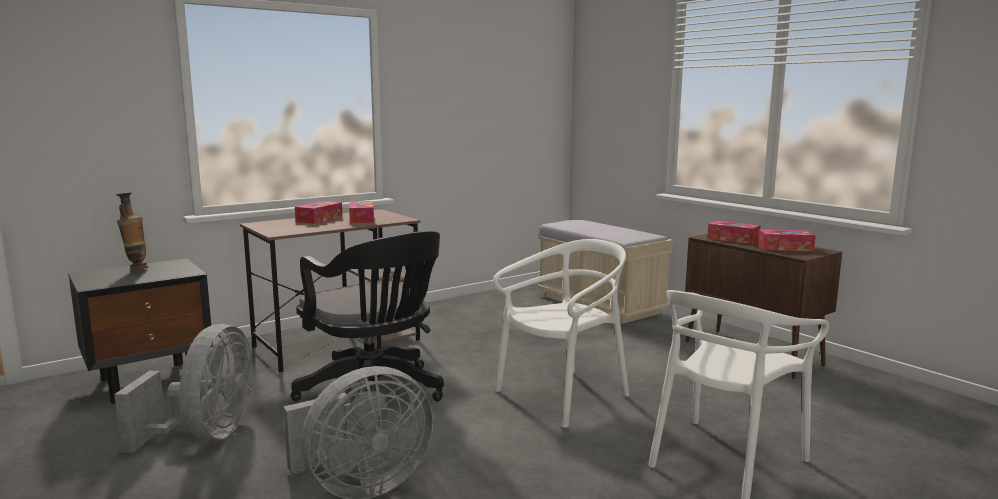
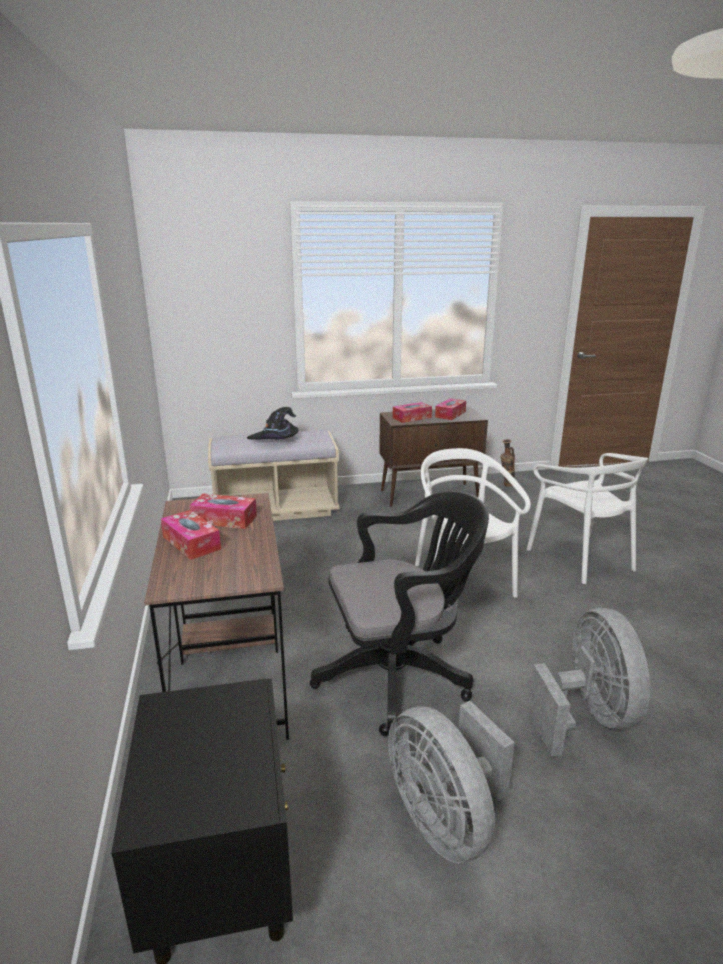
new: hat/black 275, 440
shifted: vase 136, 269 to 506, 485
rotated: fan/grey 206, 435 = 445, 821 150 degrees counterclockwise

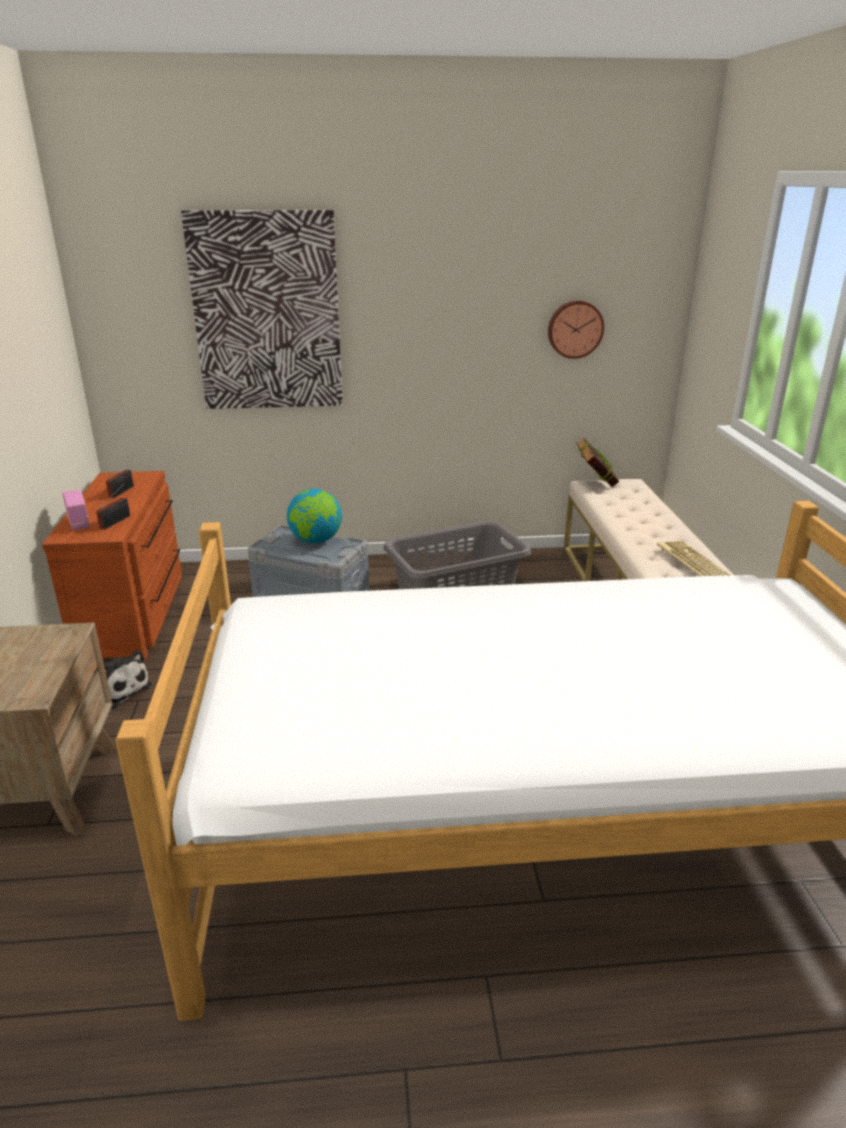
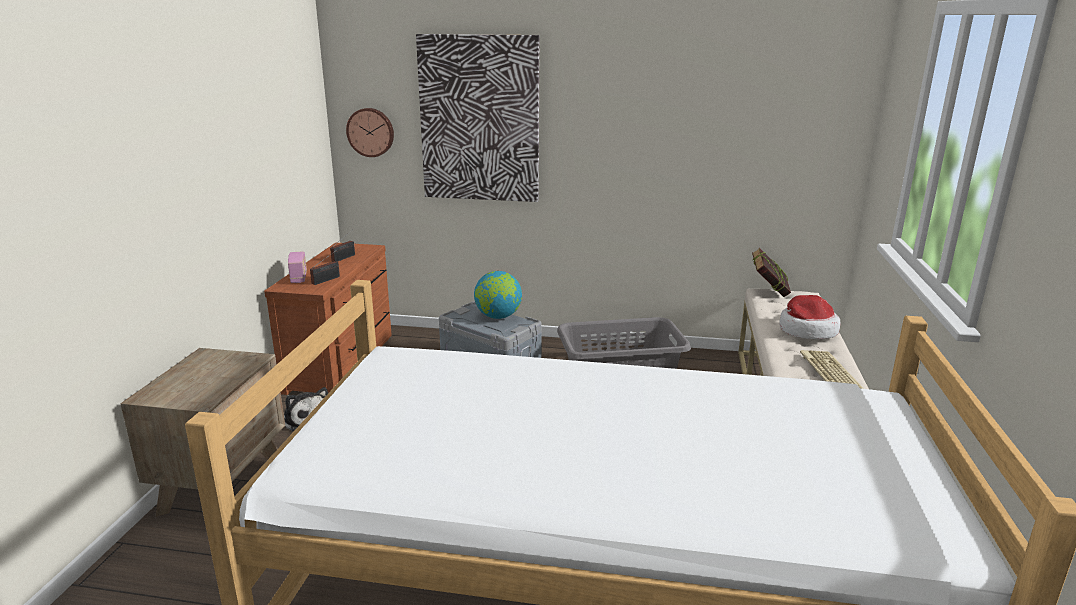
new: hat 806, 330
shifted: wall clock 575, 329 to 371, 132

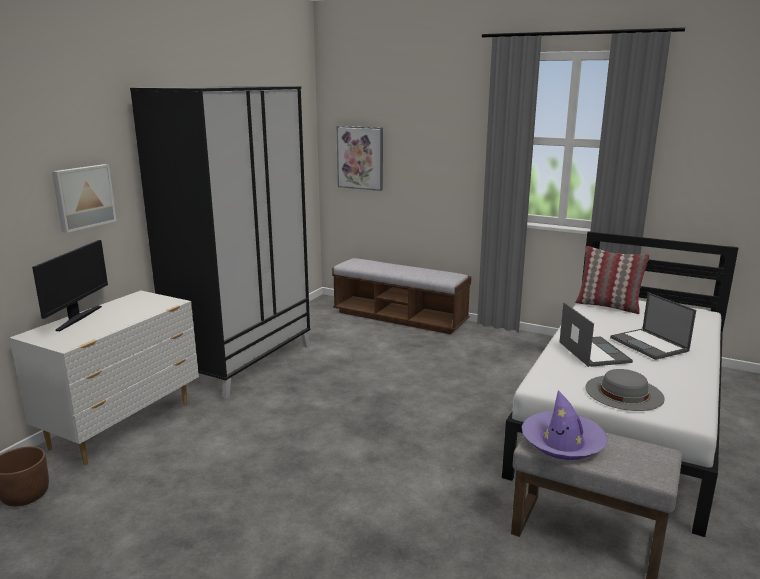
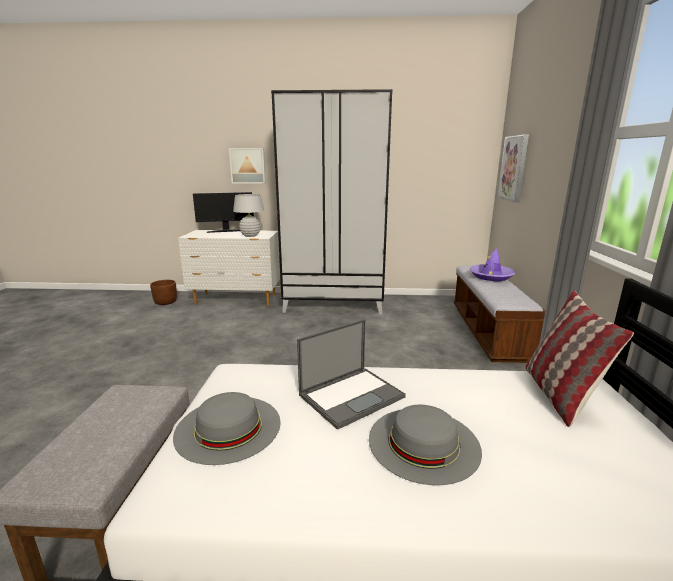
new: table lamp/white 250, 236
shifted: hat/purple 563, 443 to 491, 276
swapped: laptop 650, 345 to hat/grey 423, 442

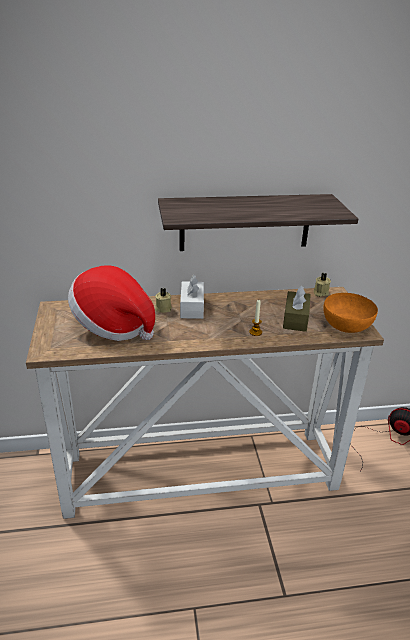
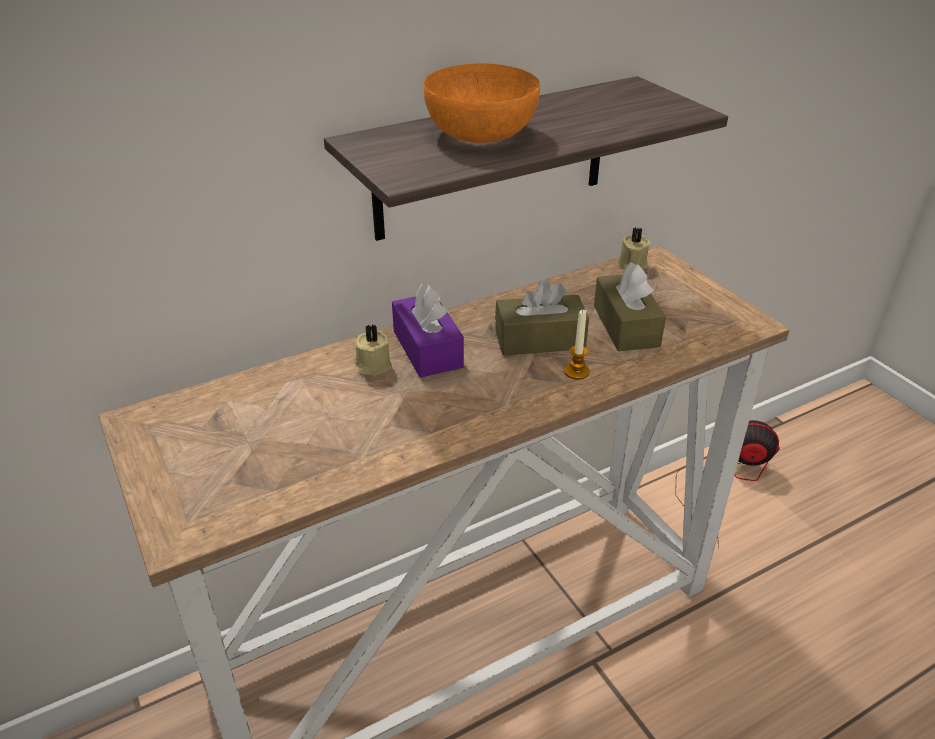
gone: hat 113, 325
new: tissue box/brown 539, 339
shifted: bowl/orange 347, 325 to 482, 133
repainted: tissue box/white 192, 307 to tissue box/purple 427, 349

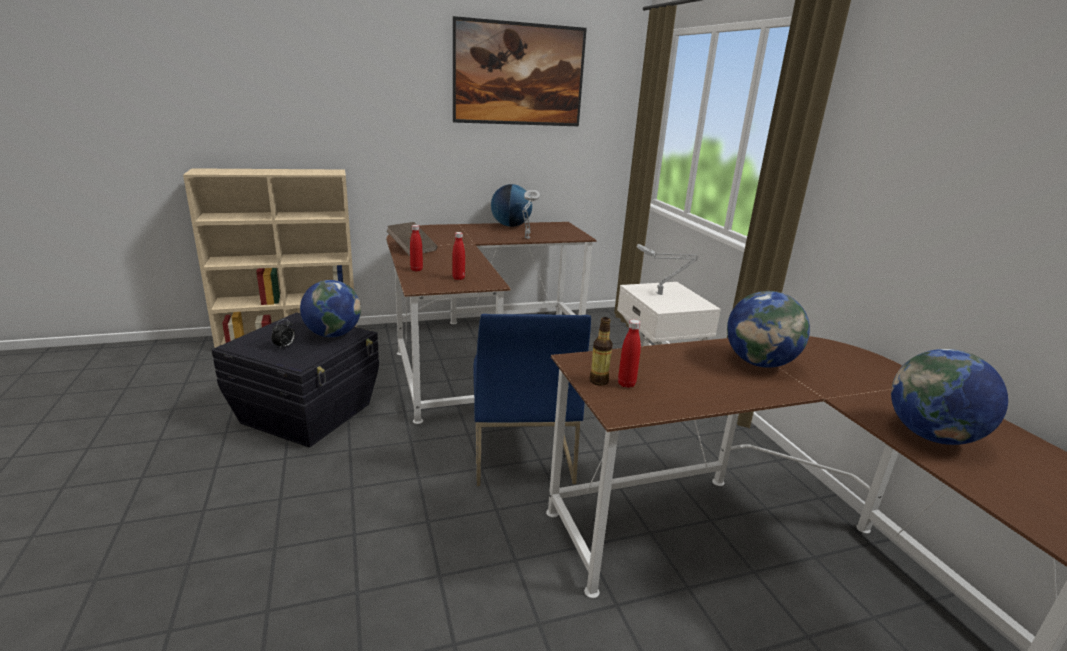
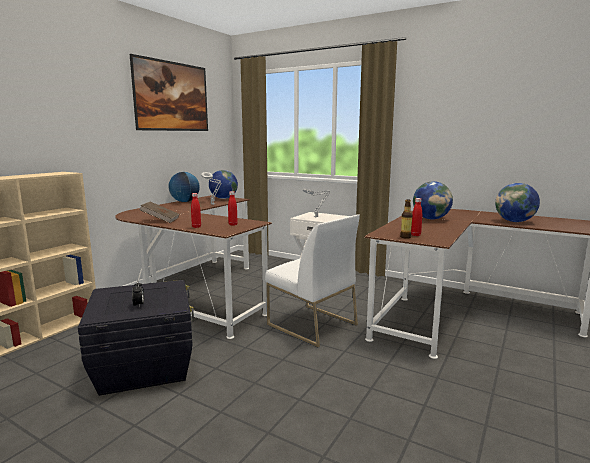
shifted: globe 333, 334 to 223, 198
repainted: chair/blue 521, 452 to chair/white 311, 325

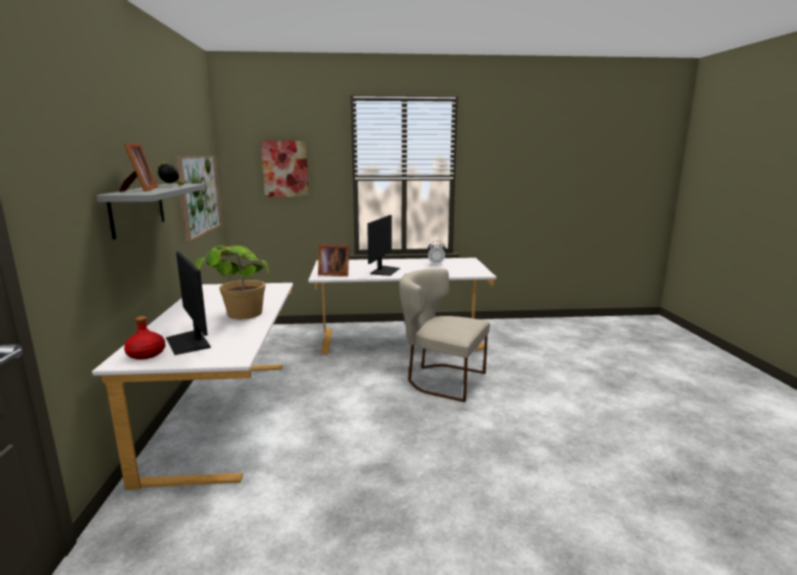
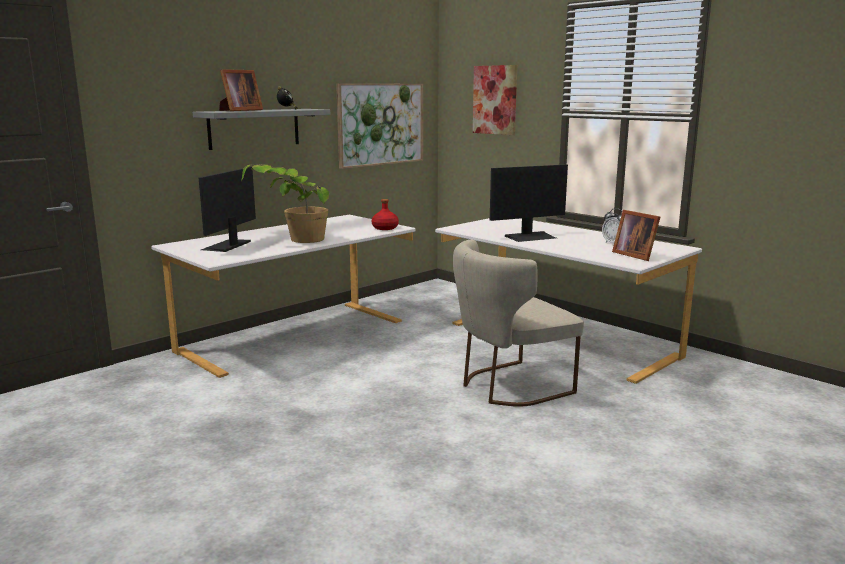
shifted: bottle/red 146, 354 to 385, 228; picture frame 333, 274 to 634, 255
rotated: chair/beige 441, 379 = 508, 386 105 degrees counterclockwise

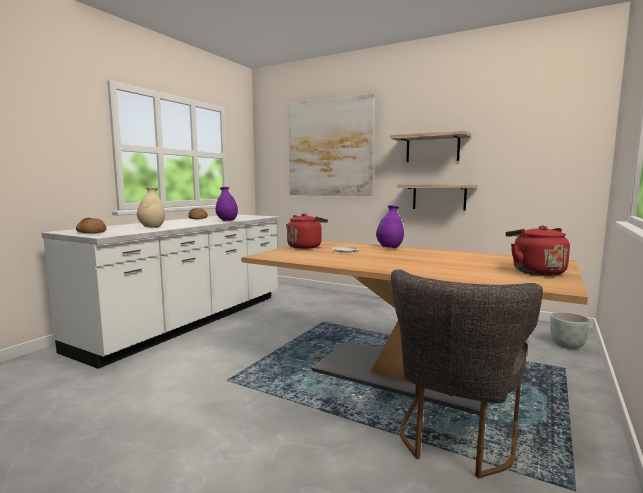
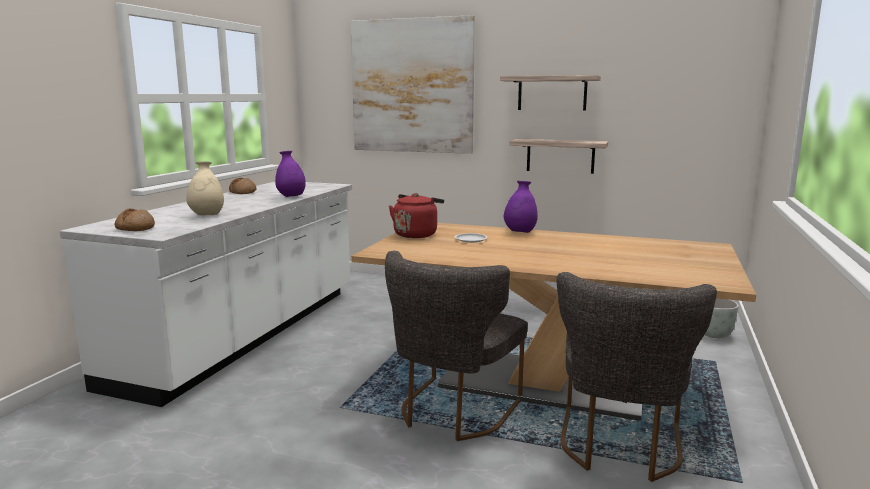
gone: kettle/red 535, 271
new: chair/grey 453, 412

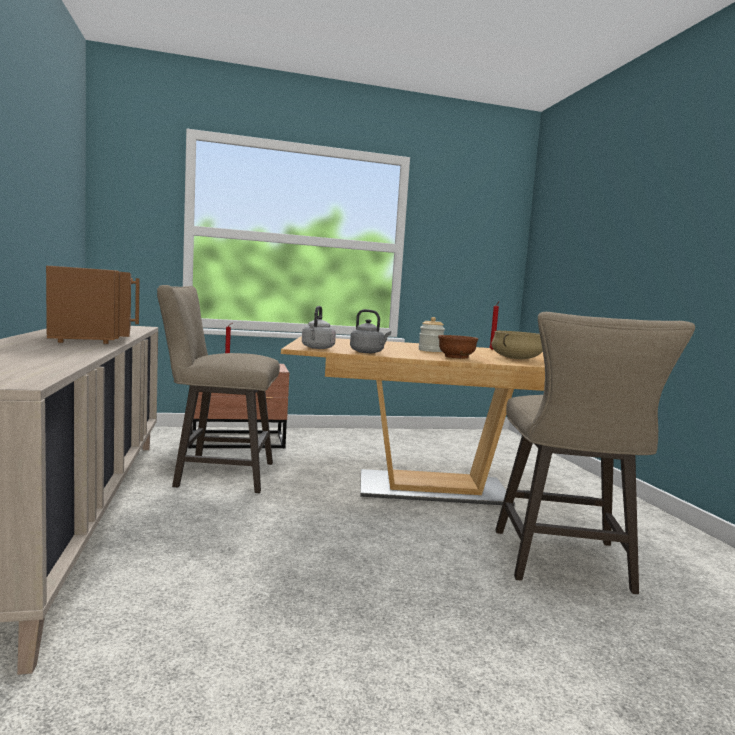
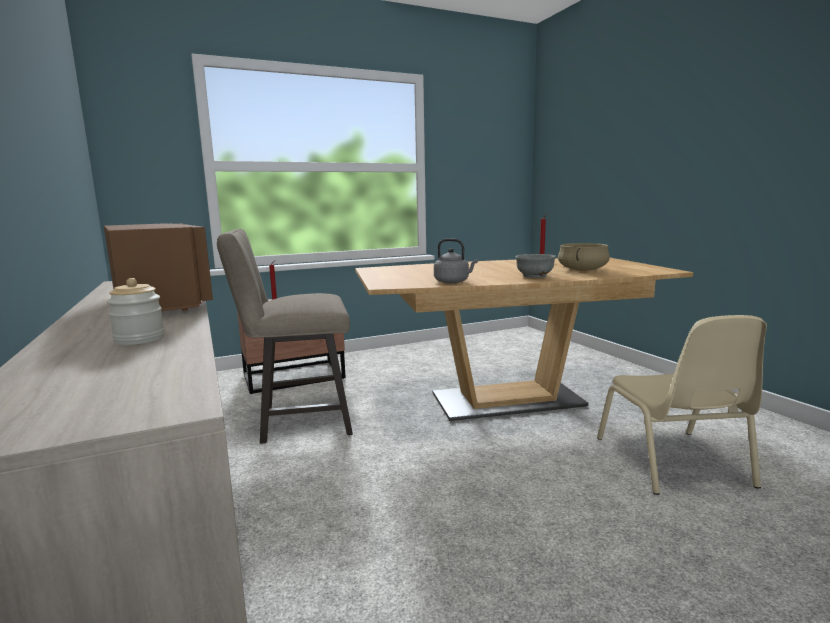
gone: kettle/grey 317, 348
shifted: jar 430, 350 to 140, 339
swapped: stool/beige 565, 565 to chair/beige 673, 462
repainted: bowl/brown 456, 357 to bowl/grey 535, 276

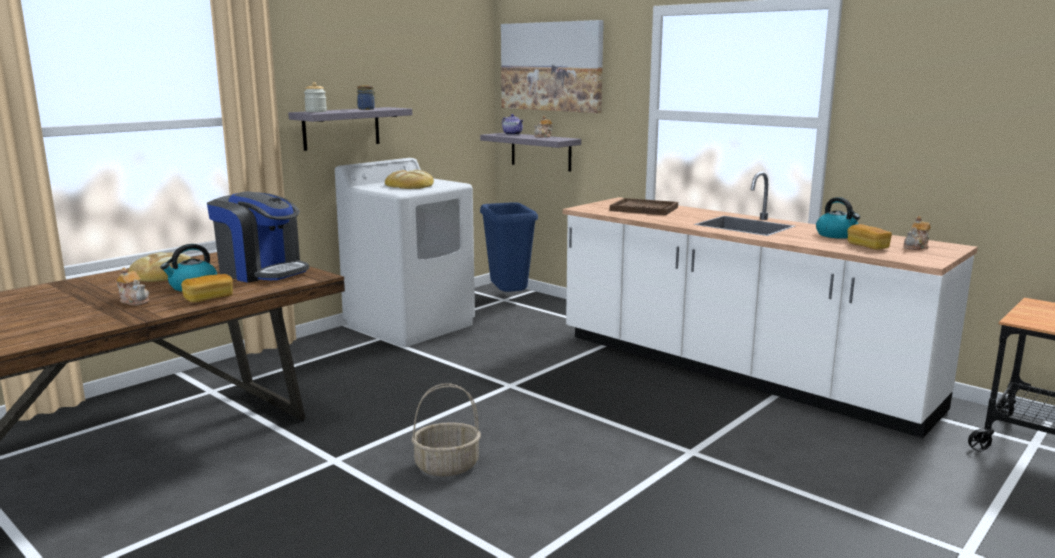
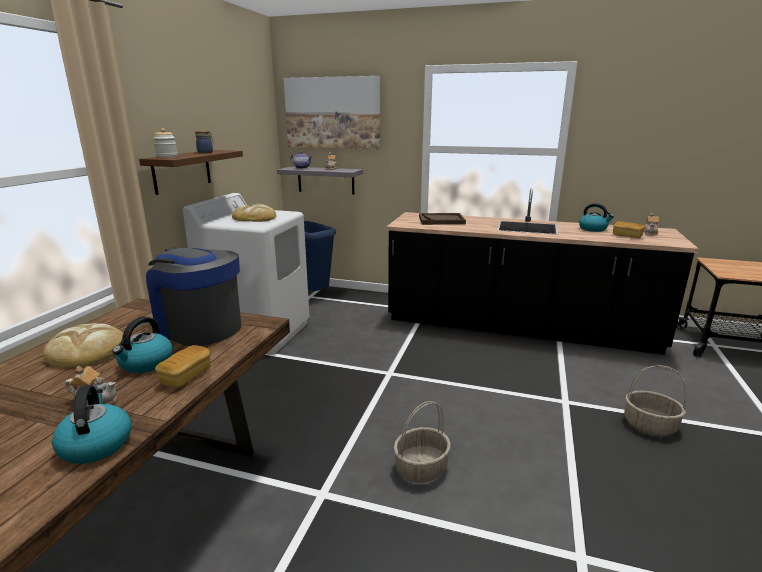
new: kettle 96, 444; basket 649, 425
repainted: shelf/grey 341, 128 to shelf/brown 182, 171; counter/white 735, 371 to counter/black 518, 327
rotated: coffee machine 262, 272 = 199, 327 150 degrees counterclockwise

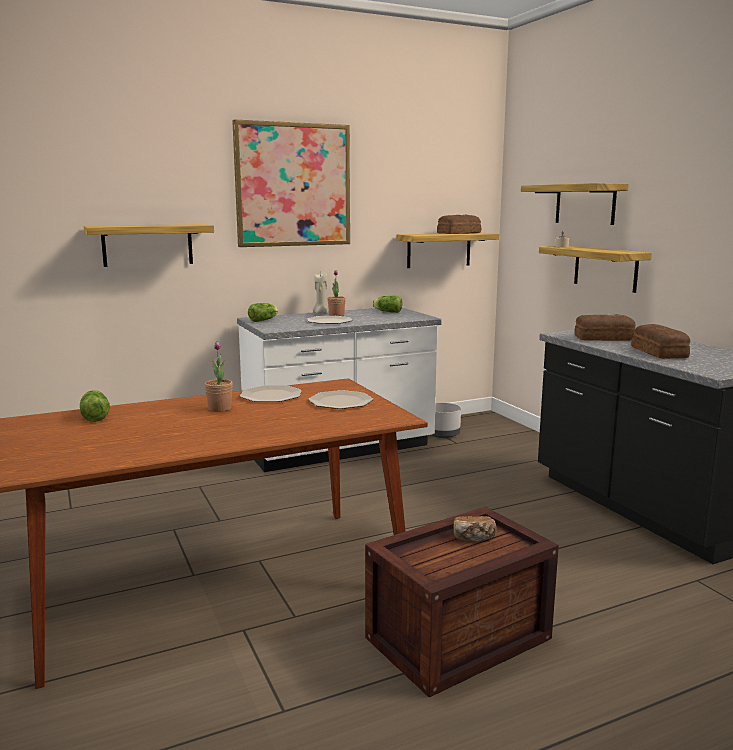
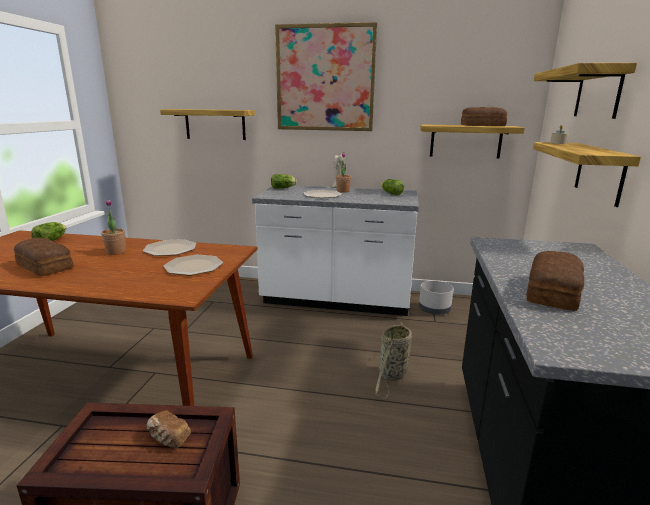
new: basket 392, 376
shifted: bread 602, 338 to 45, 266

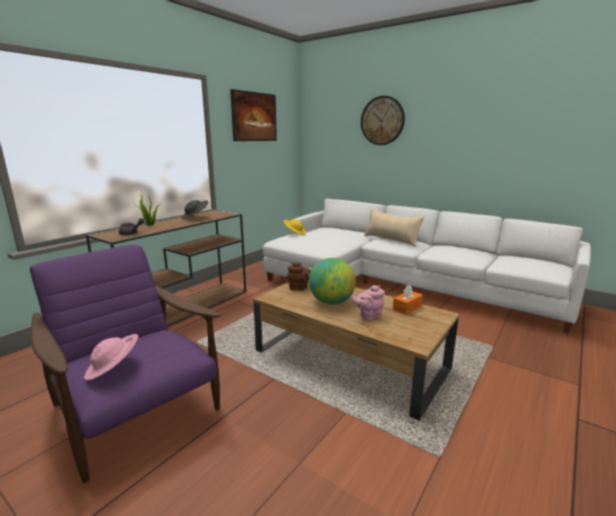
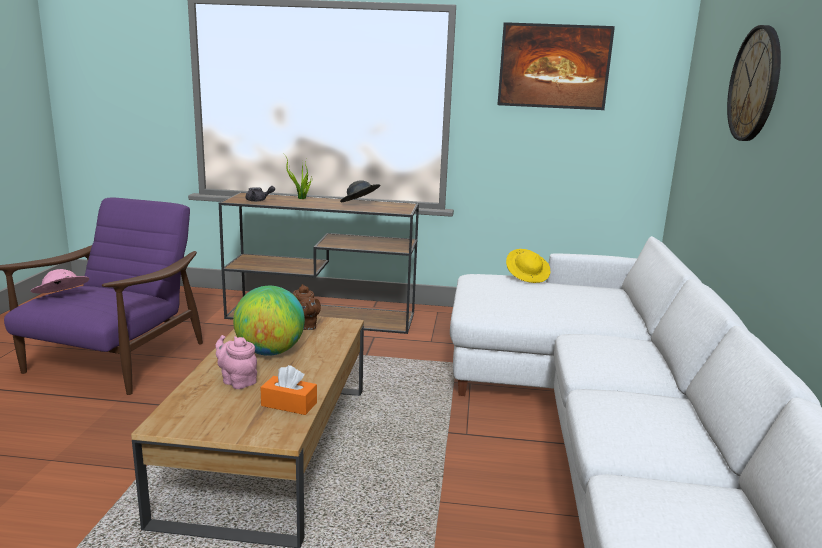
gone: pillow/beige 391, 240

